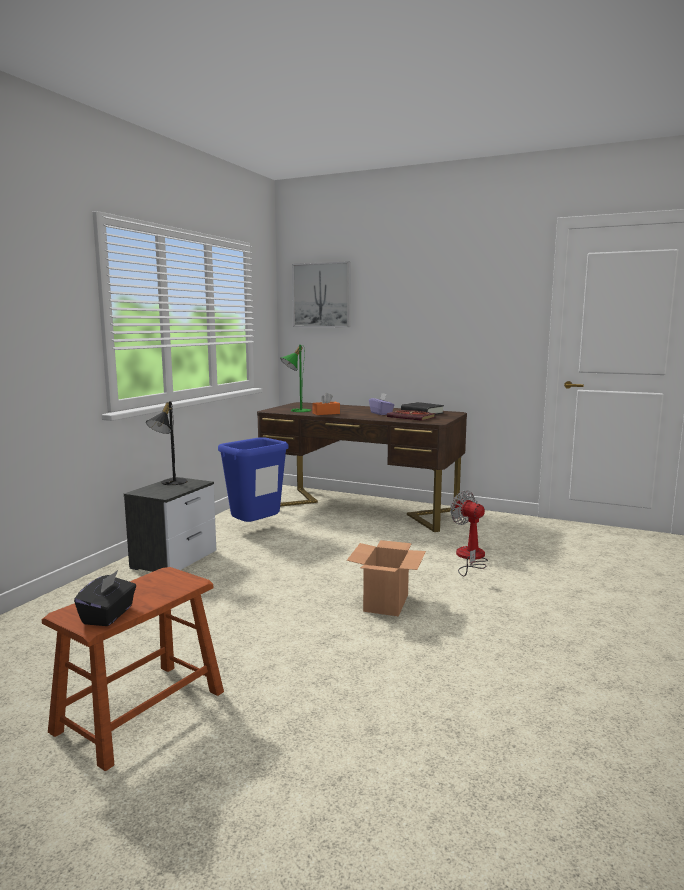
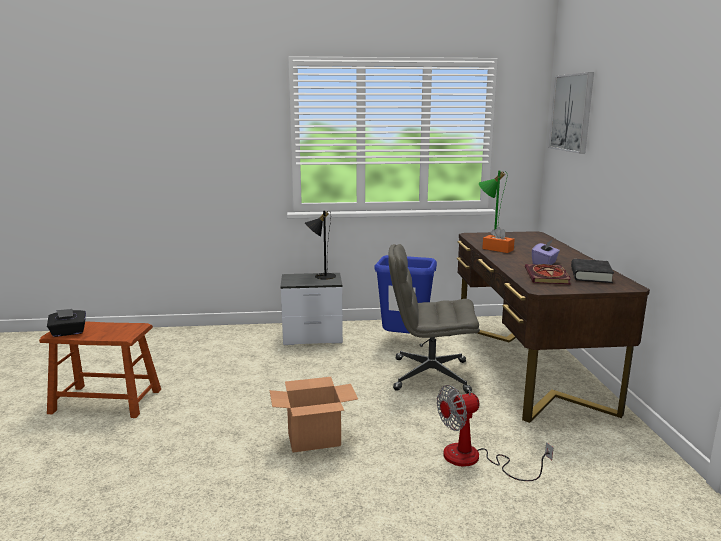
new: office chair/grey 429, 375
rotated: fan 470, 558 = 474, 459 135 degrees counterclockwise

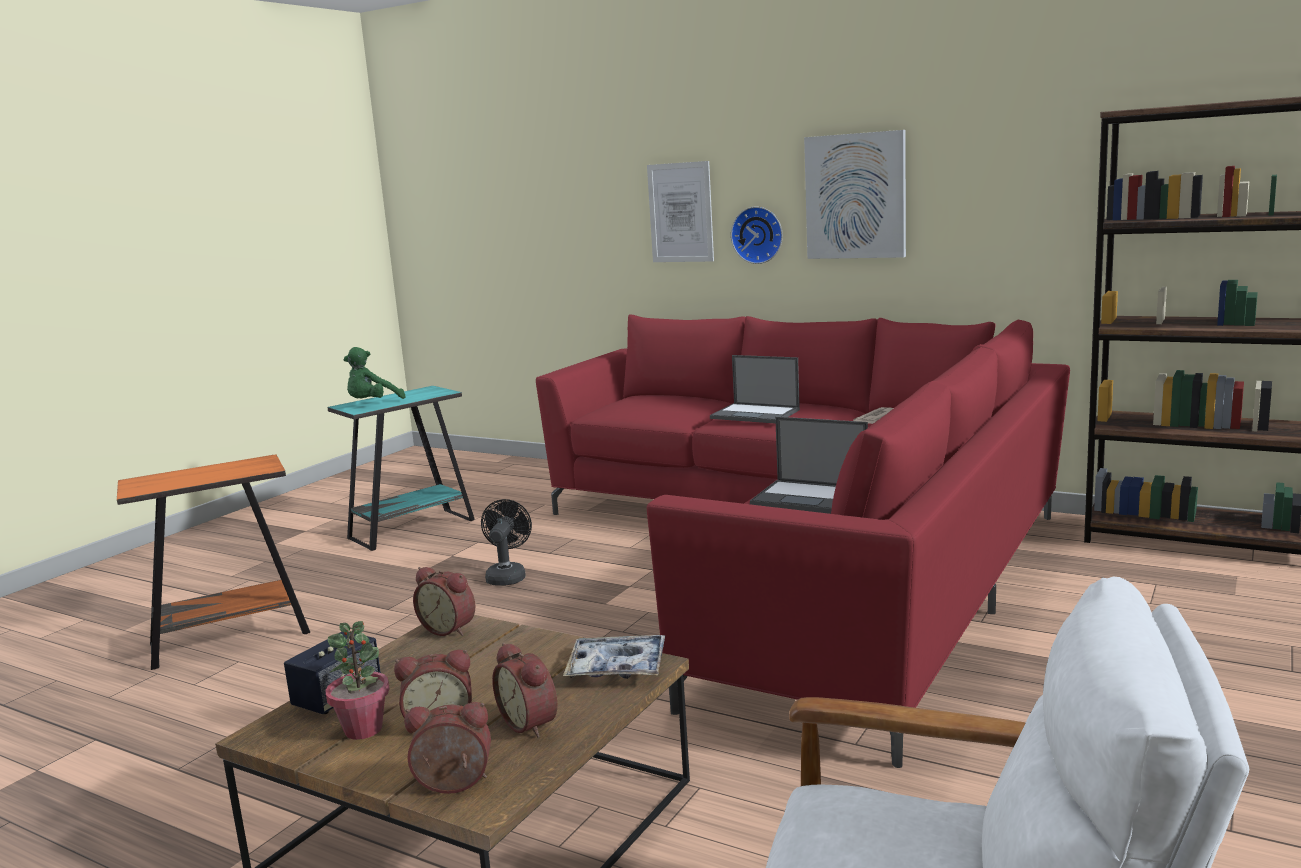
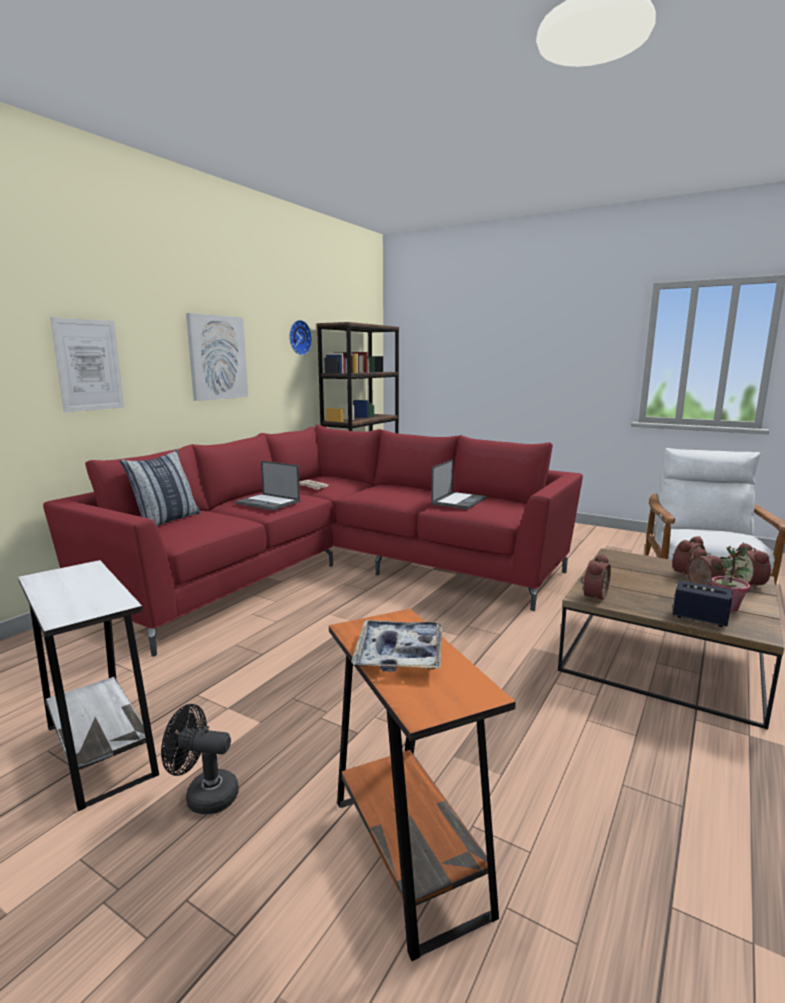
gone: plush toy/green 372, 404
new: pillow 166, 521
shifted: fan/black 507, 576 to 204, 795; wall clock 758, 234 to 298, 337; tray 617, 667 to 399, 654
repainted: side table/turquoise 411, 529 to side table/white 100, 750
rotated: laptop 756, 414 = 268, 502 90 degrees clockwise

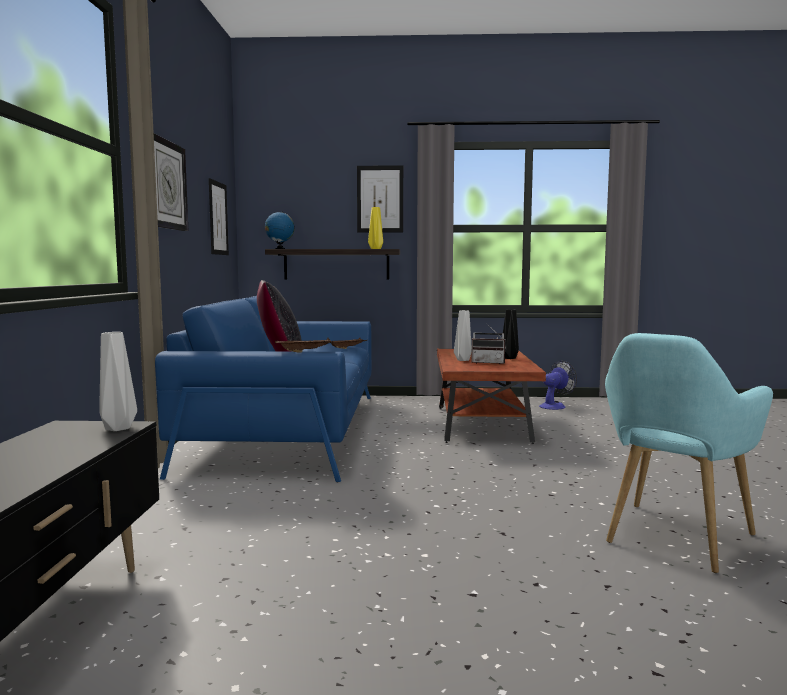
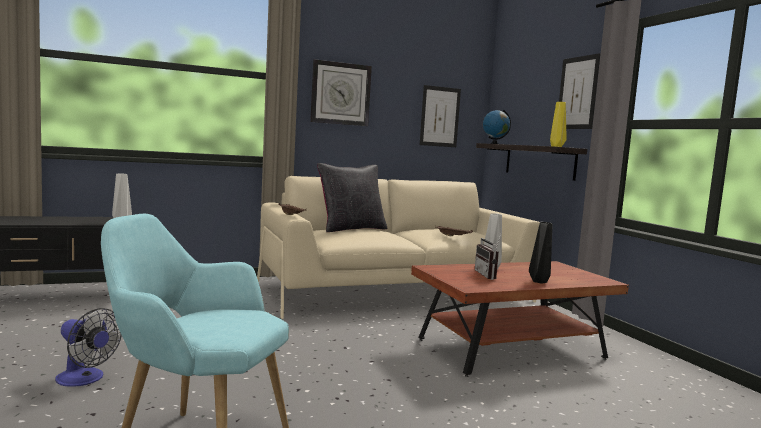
shifted: fan 555, 406 to 85, 379
repainted: sofa/blue 290, 429 to sofa/beige 395, 292

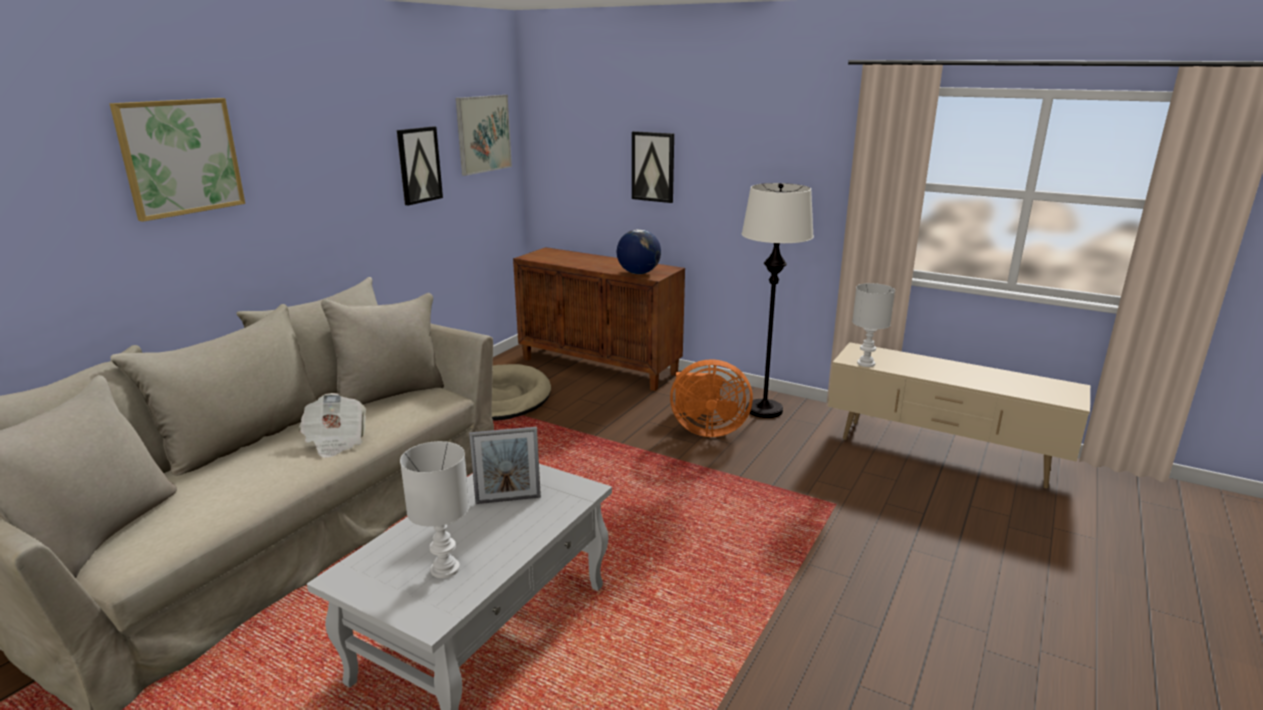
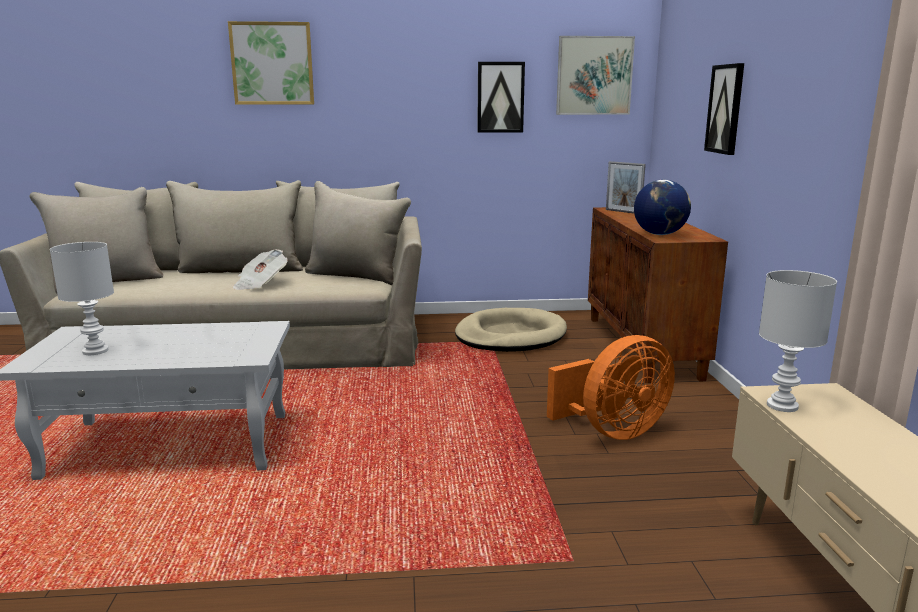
gone: floor lamp/white 764, 410
shifted: picture frame 508, 500 to 623, 212
rotated: fan/orange 706, 430 = 613, 431 90 degrees counterclockwise

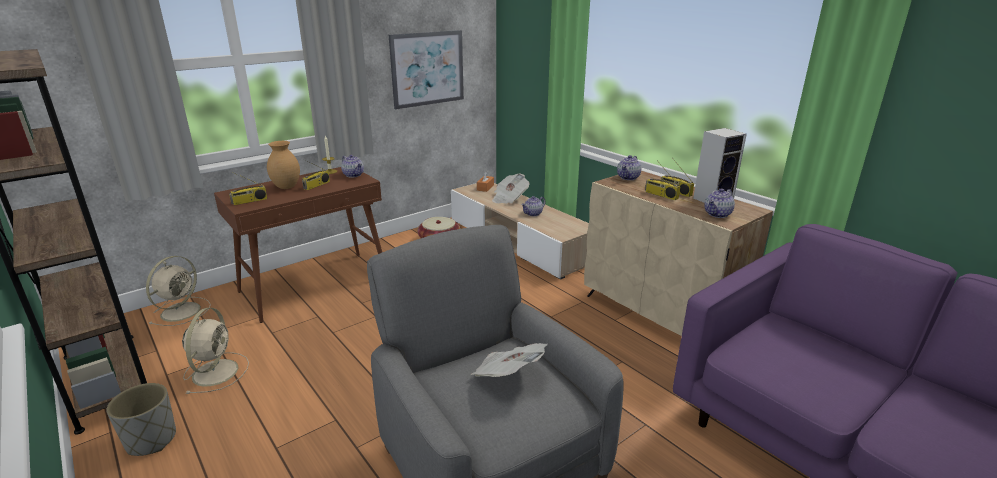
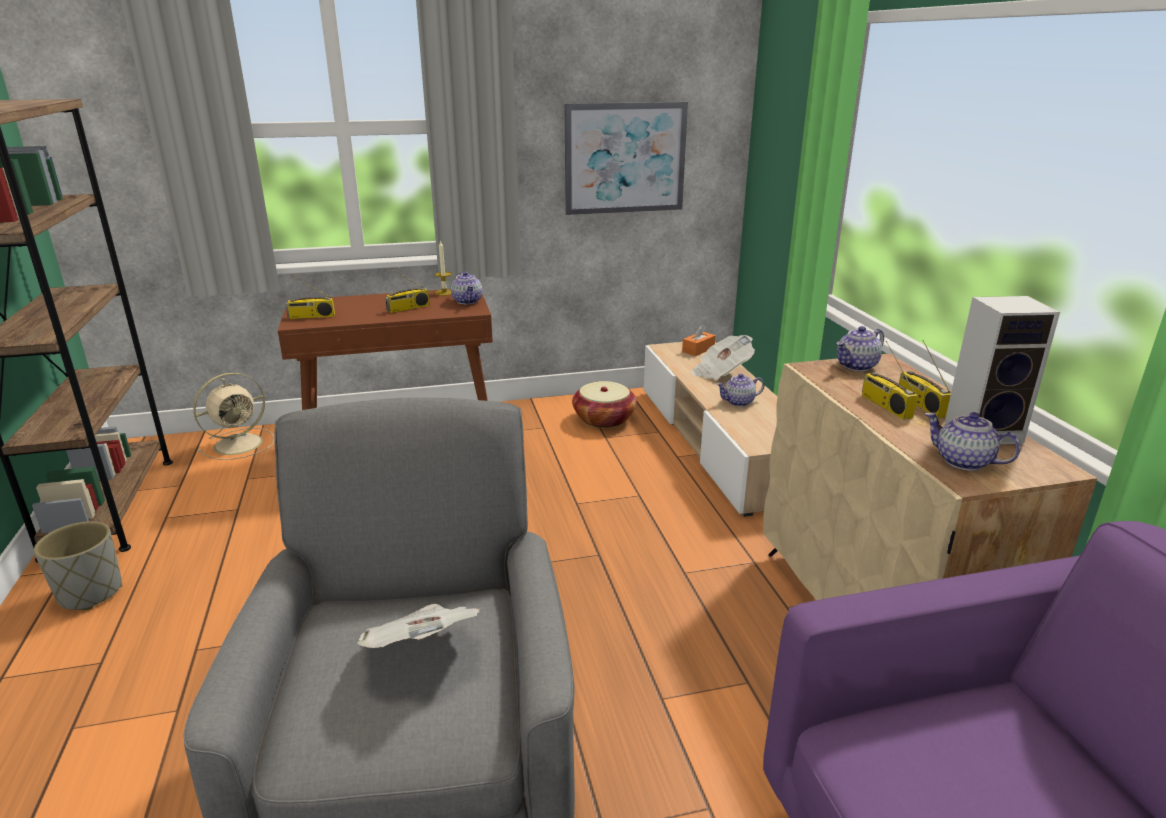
gone: fan/beige 216, 371; vase/brown 286, 187
rotated: teapot 717, 214 = 962, 461 60 degrees clockwise

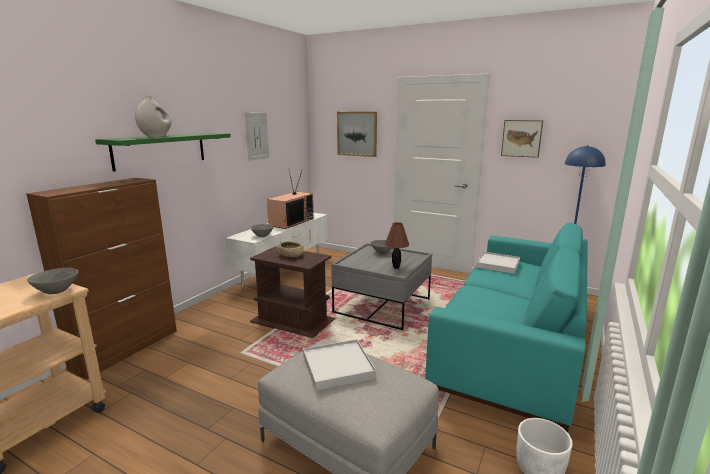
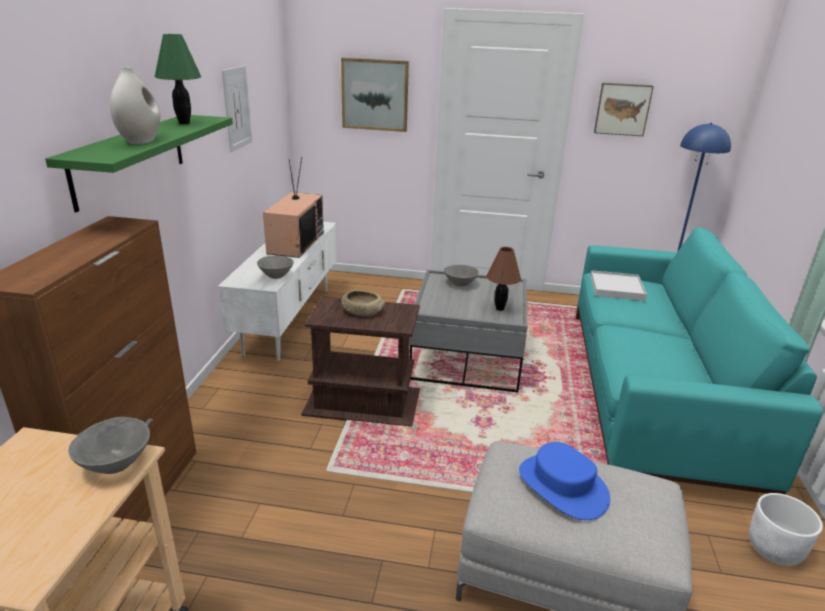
new: table lamp/green 184, 123
swapped: tray/white 337, 366 to hat/blue 562, 486

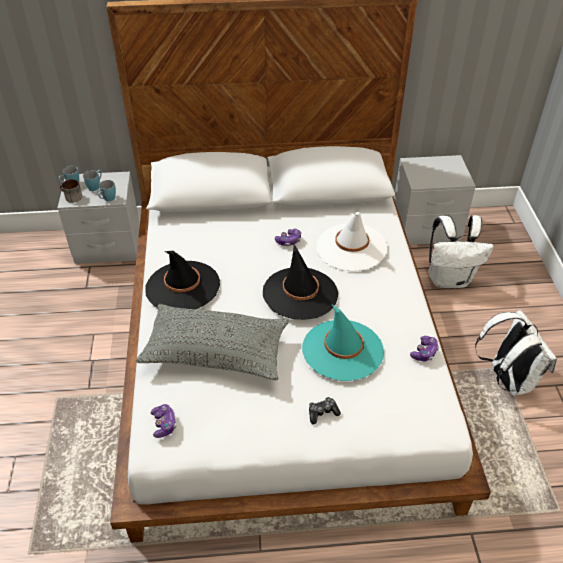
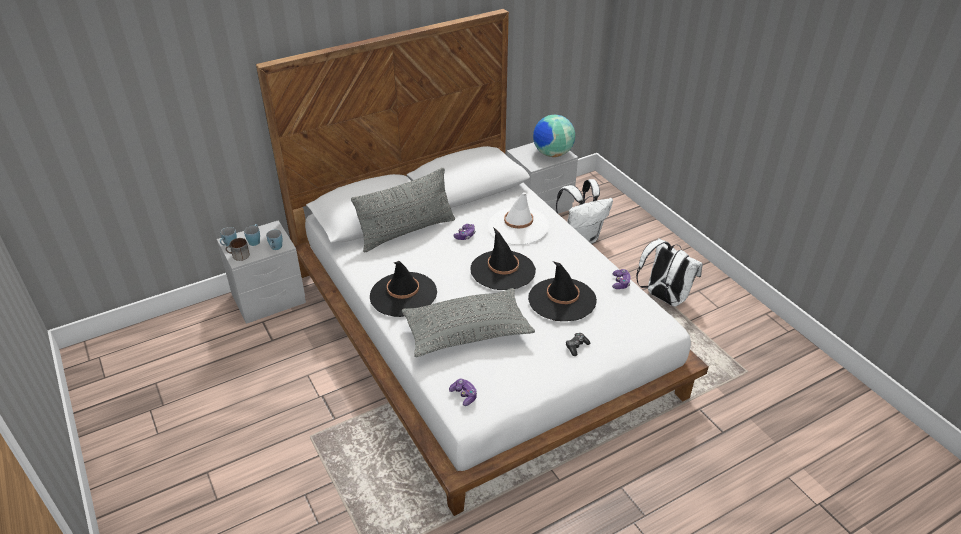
new: pillow/grey 407, 232; globe 552, 154
repainted: hat/turquoise 342, 350 to hat/black 562, 300

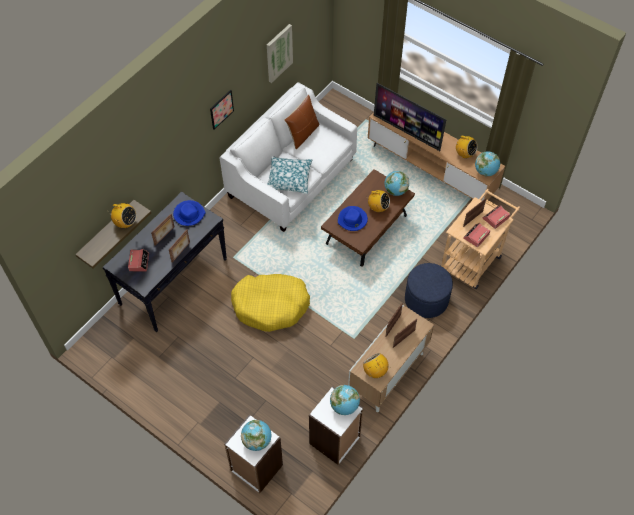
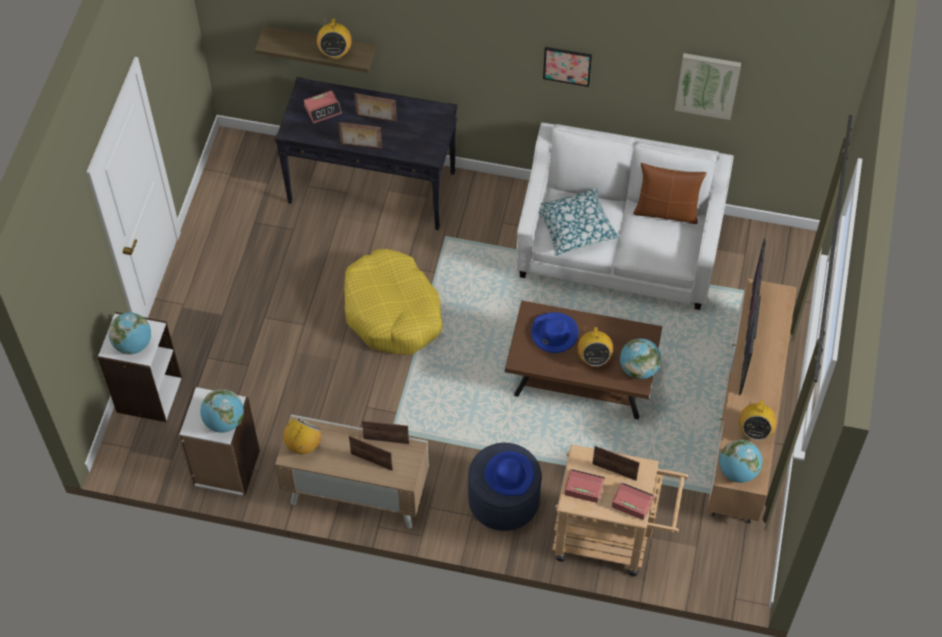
shifted: hat/blue 189, 214 to 510, 475

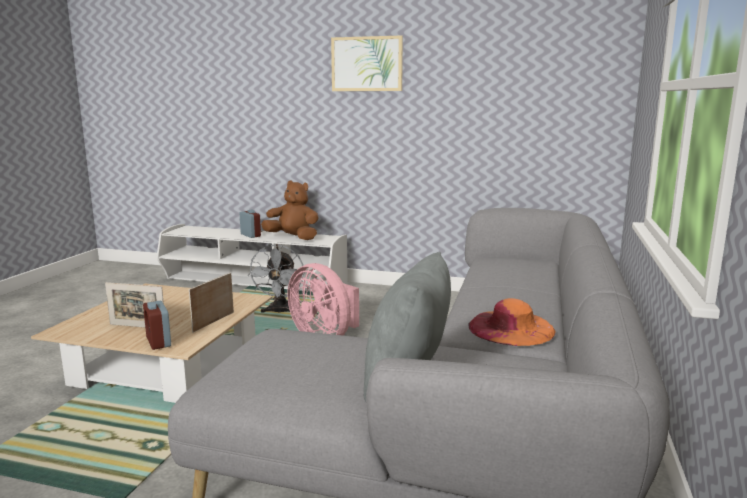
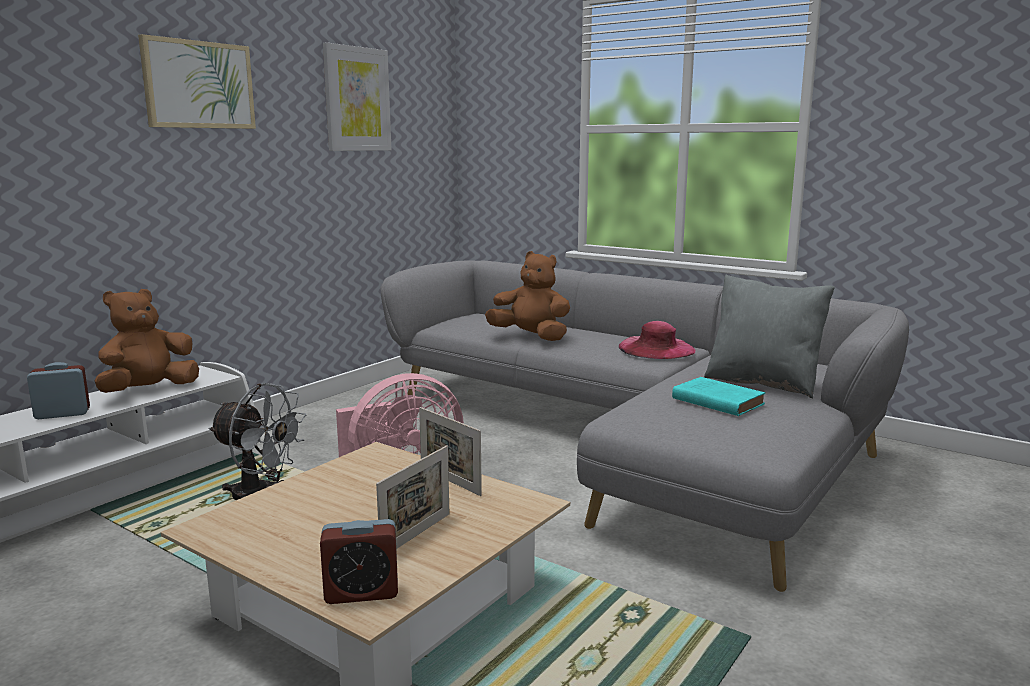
new: picture 357, 99; plush toy/brown 531, 337; book/turquoise 715, 401
shifted: alarm clock 158, 342 to 361, 593
repainted: hat/orange 511, 328 to hat/pink 656, 348

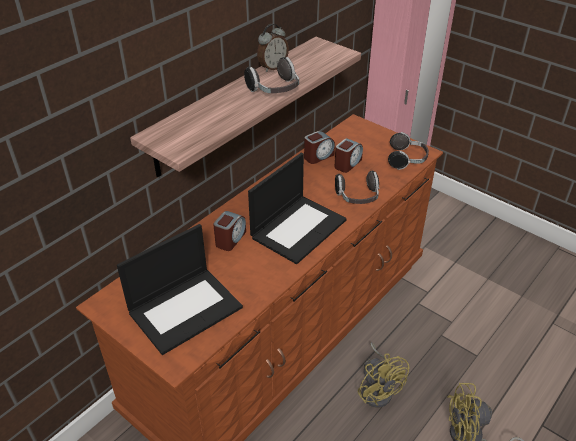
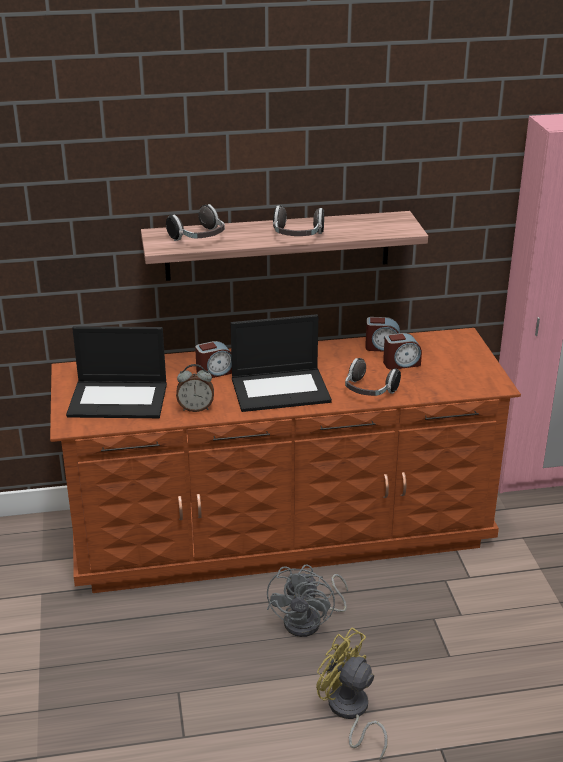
shifted: headphones 407, 160 to 199, 238; alarm clock 272, 67 to 196, 408
repainted: fan/yellow 378, 389 to fan/grey 310, 621

